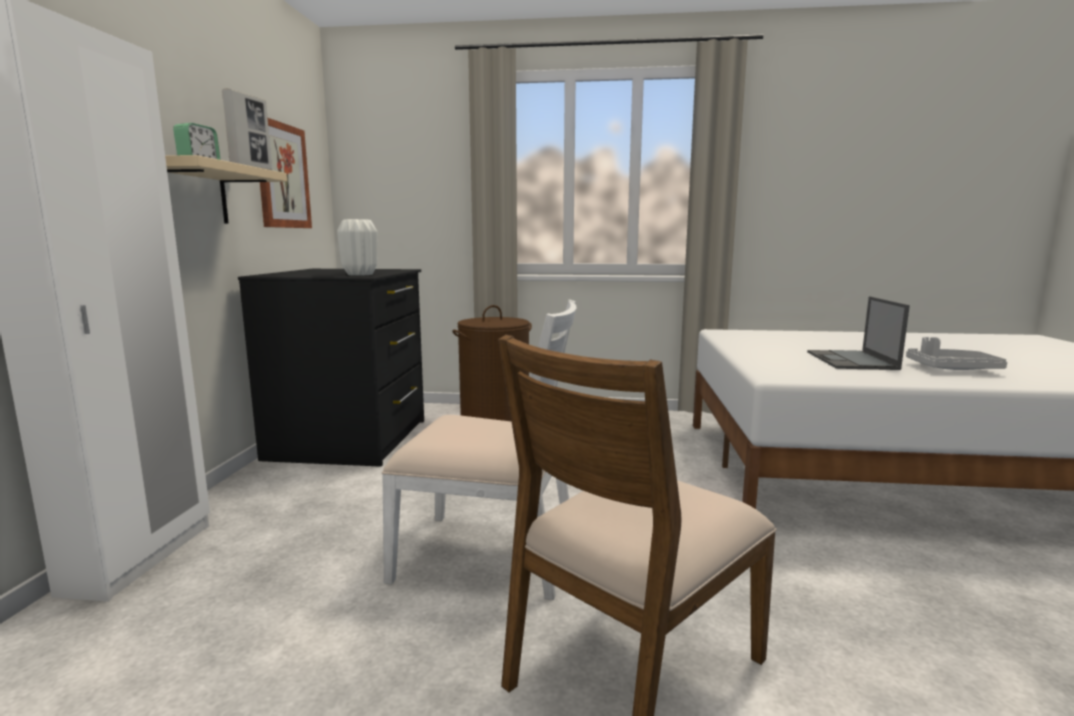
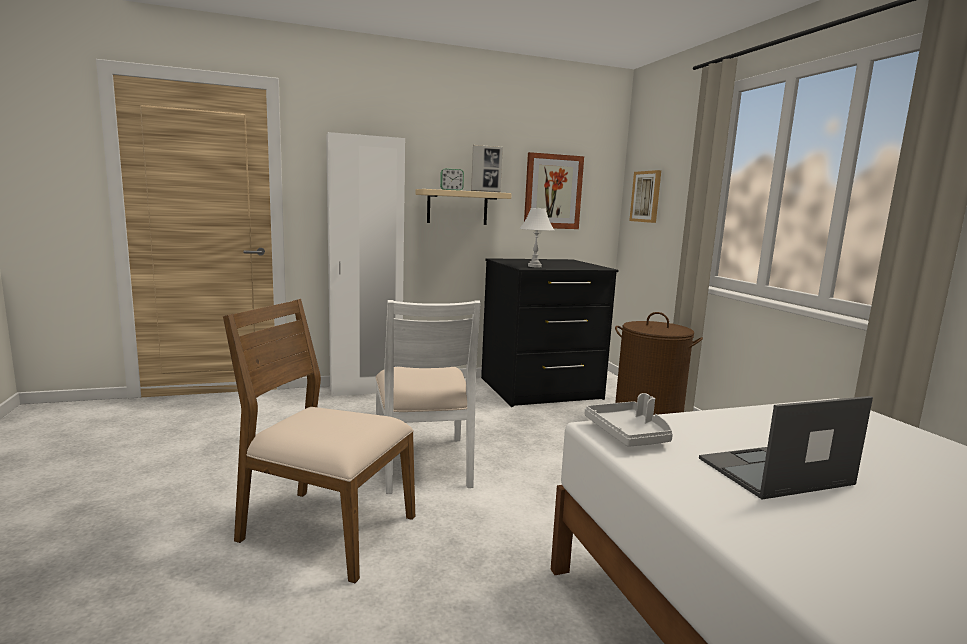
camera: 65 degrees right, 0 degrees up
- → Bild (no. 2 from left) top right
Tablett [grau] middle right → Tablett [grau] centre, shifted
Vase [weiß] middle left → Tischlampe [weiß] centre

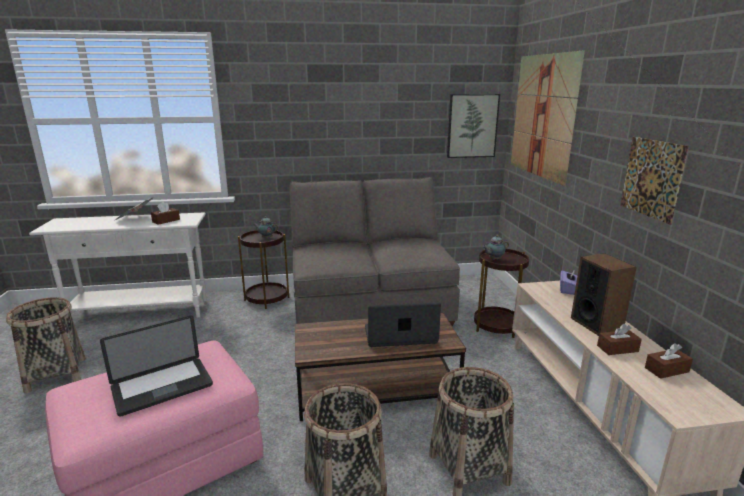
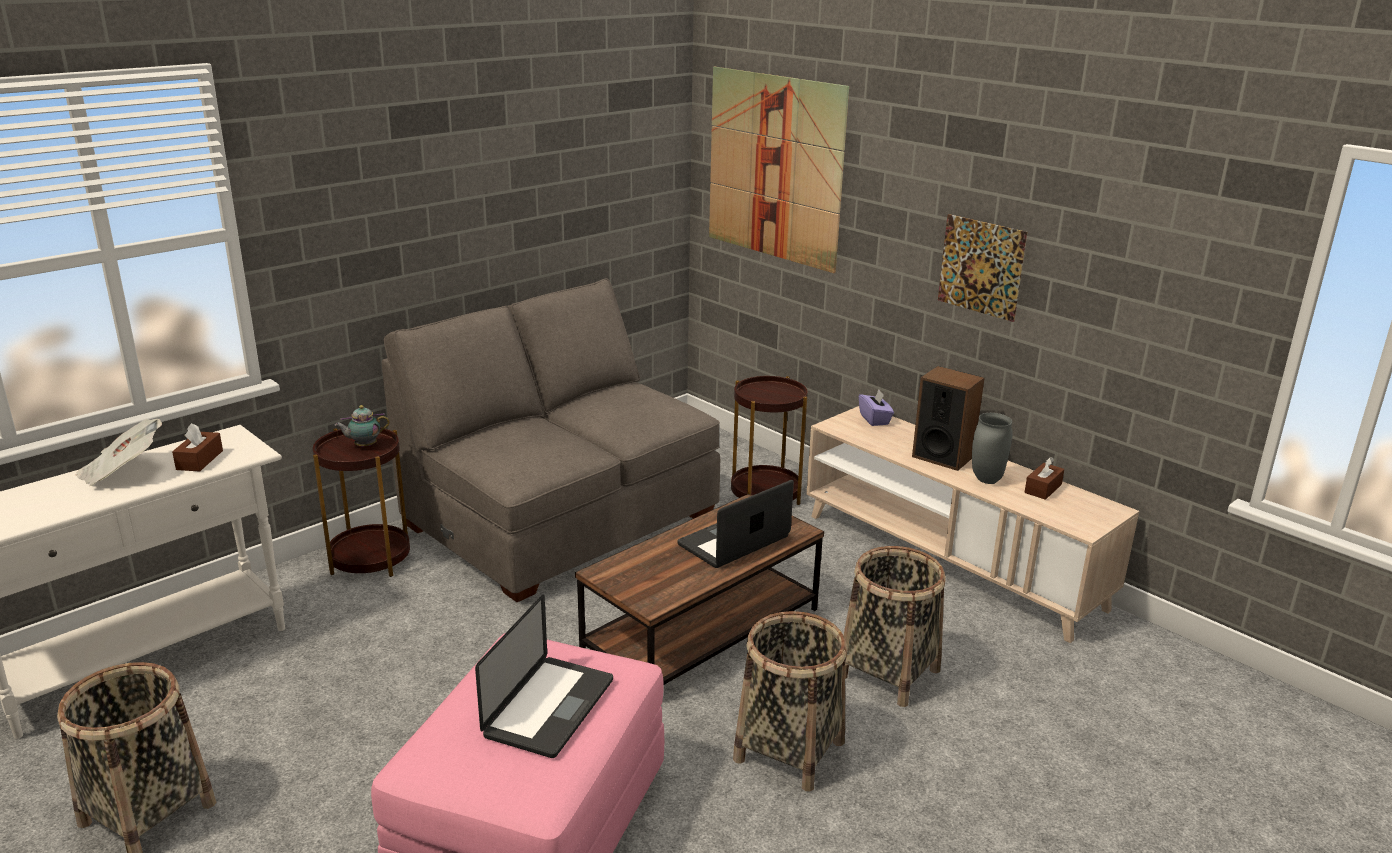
camera: 35 degrees left, 5 degrees up
Bild (no. 1 from left) top centre → -
Teekanne (no. 2 from left) centre → -
Taschentuchbox [braun] (no. 2 from left) bottom right → Vase [grau] middle right

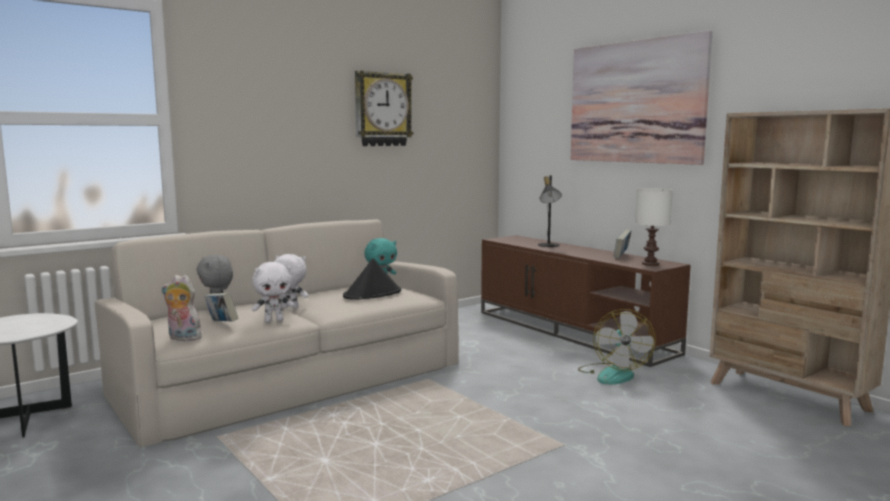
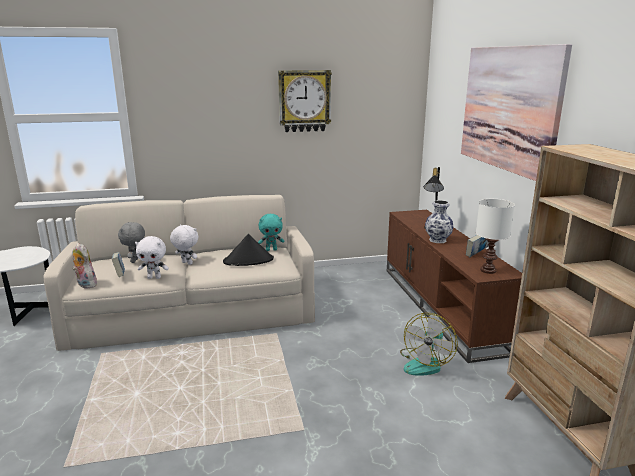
camera: 25 degrees right, 10 degrees up
- → Vase middle right

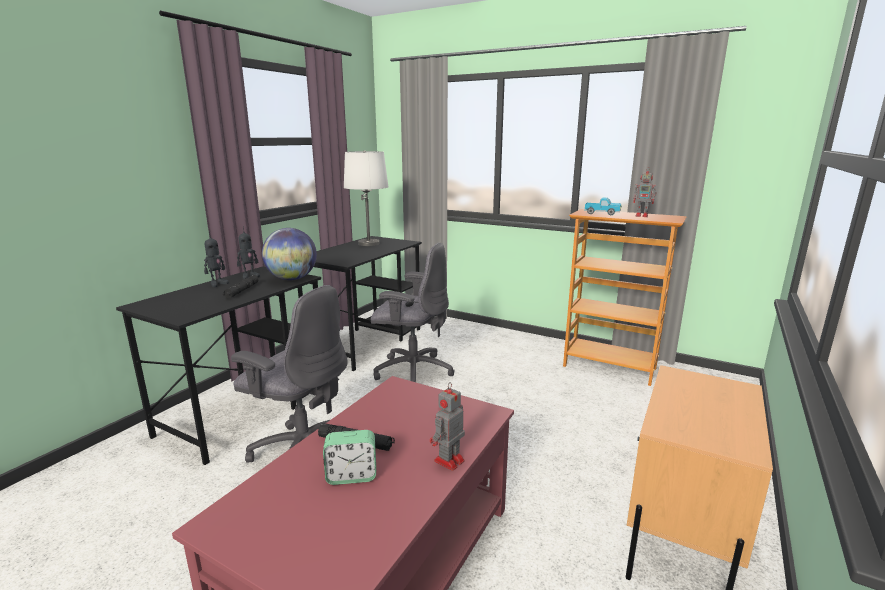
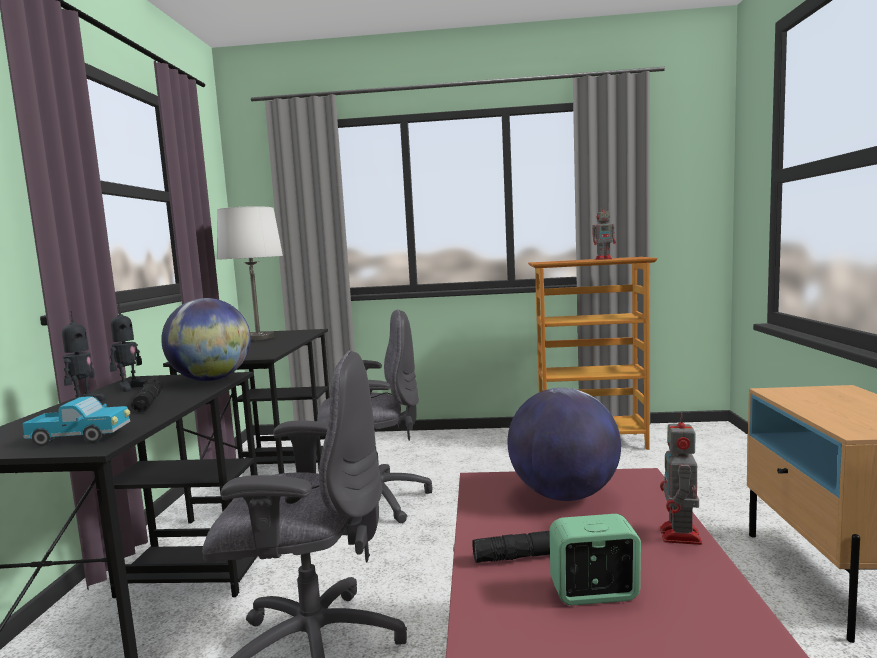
camera: 25 degrees left, 10 degrees down
- → Globus (no. 2 from left) bottom centre
Spielzeuglaster middle right → Spielzeuglaster middle left, shifted
Wecker bottom centre → Wecker bottom right, 150 degrees counterclockwise

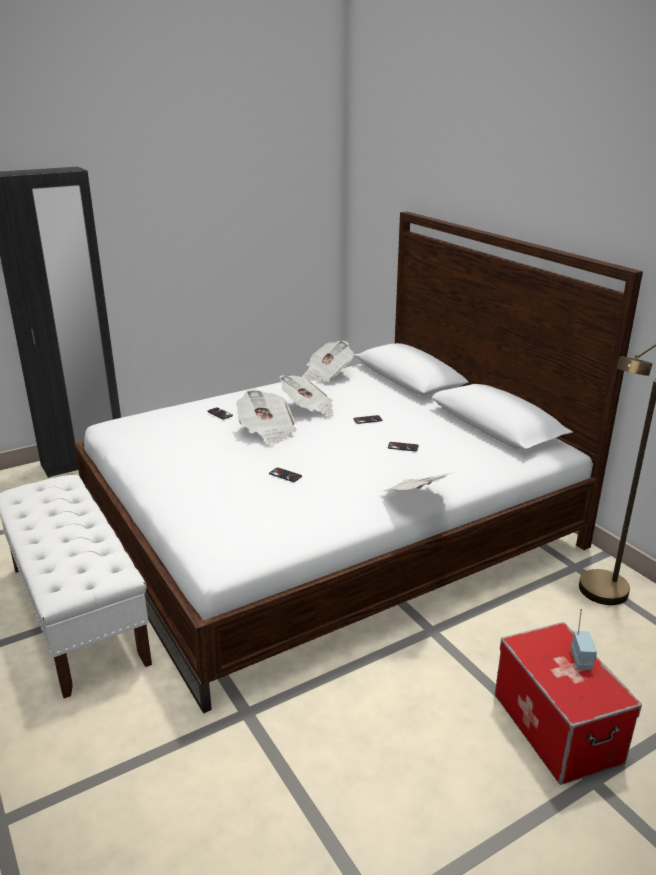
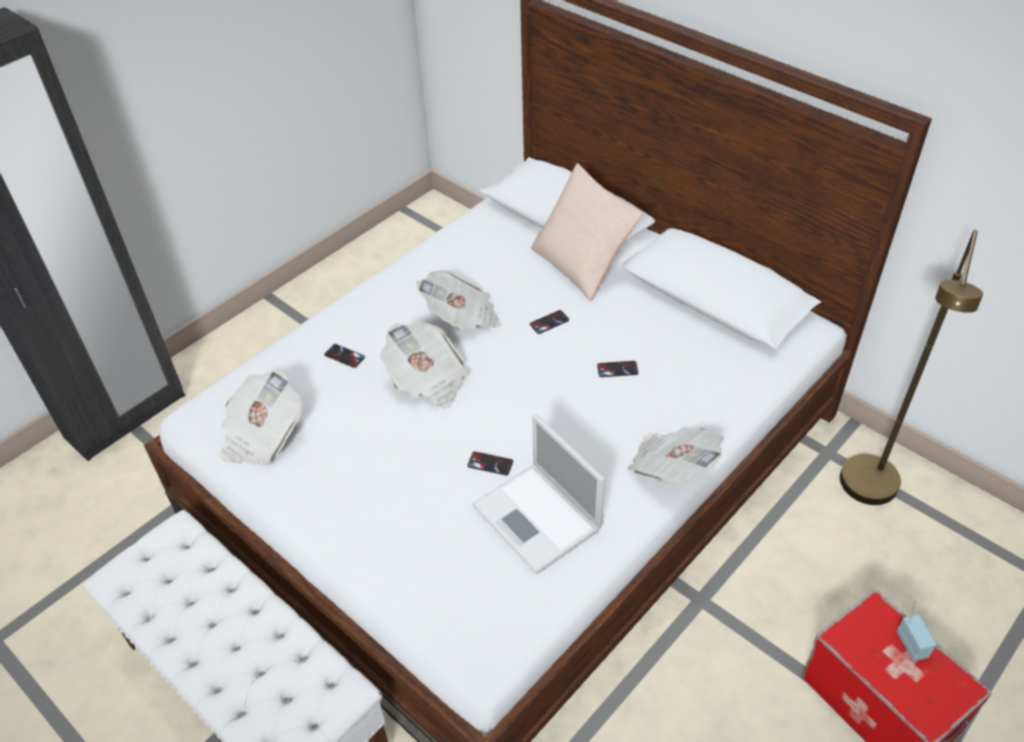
camera: 15 degrees left, 20 degrees up
- → Laptop centre
- → Kissen [beige] top centre
Zeitung (no. 3 from left in the first image) centre → Zeitung (no. 1 from left) middle left, shifted

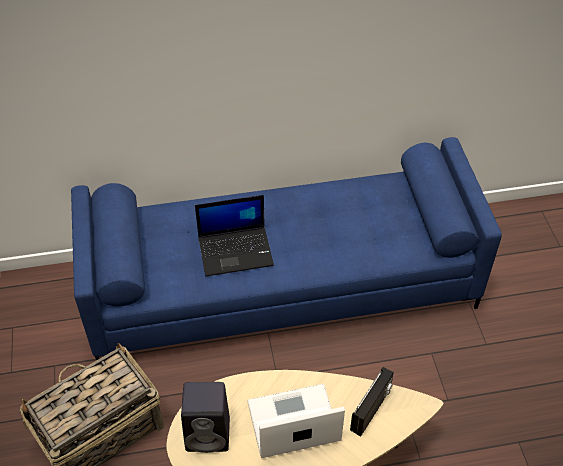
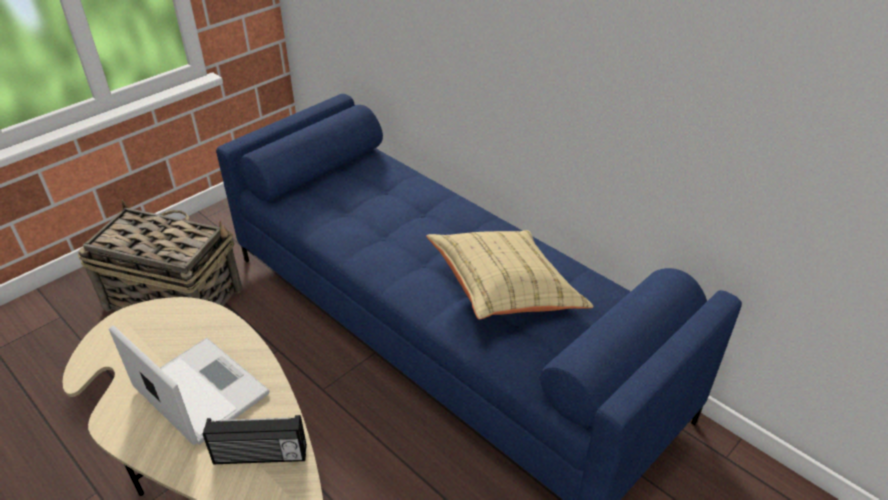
camera: 55 degrees right, 10 degrees down
Lautsprecher [schwarz] bottom centre → -
Laptop (no. 1 from left) centre → -
- → Kissen [beige] centre

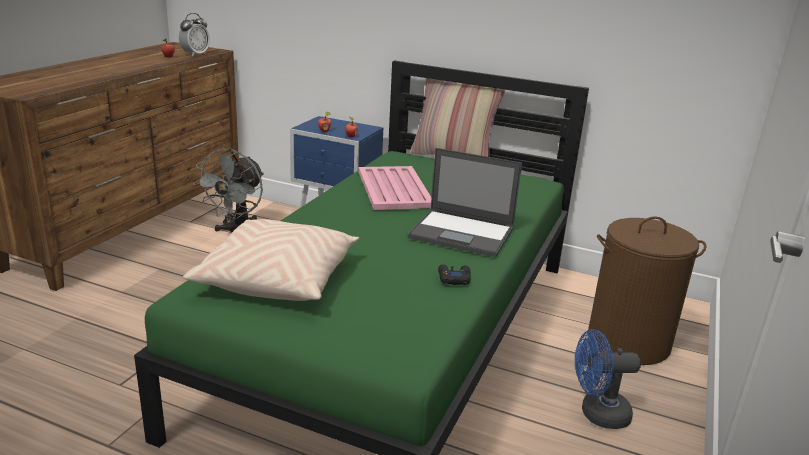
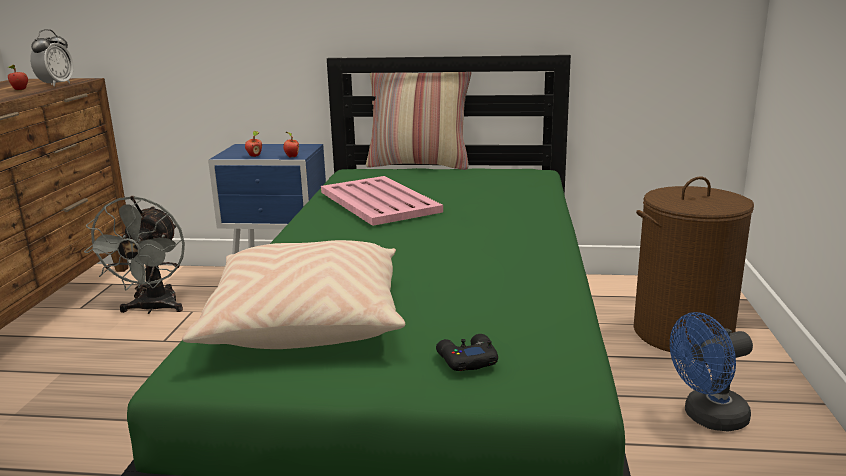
camera: 15 degrees left, 5 degrees down
Laptop centre → -
Gamepad [schwarz] centre → Gamepad [schwarz] bottom centre, shifted

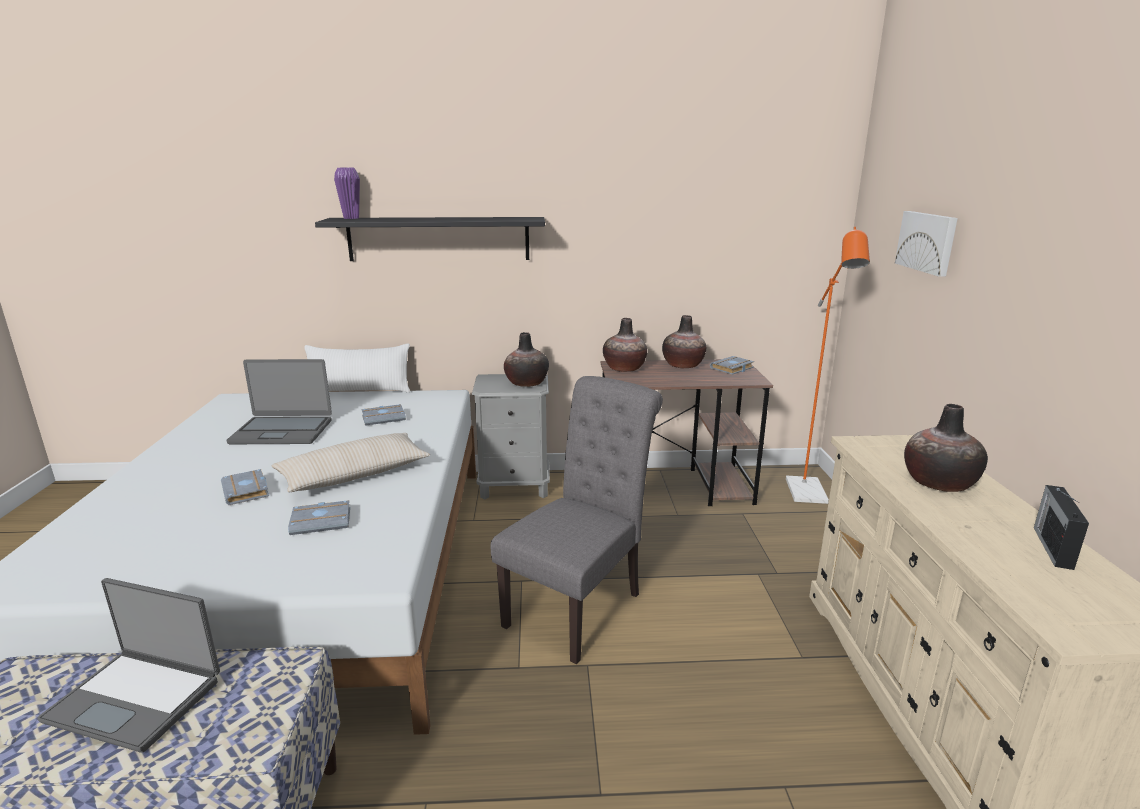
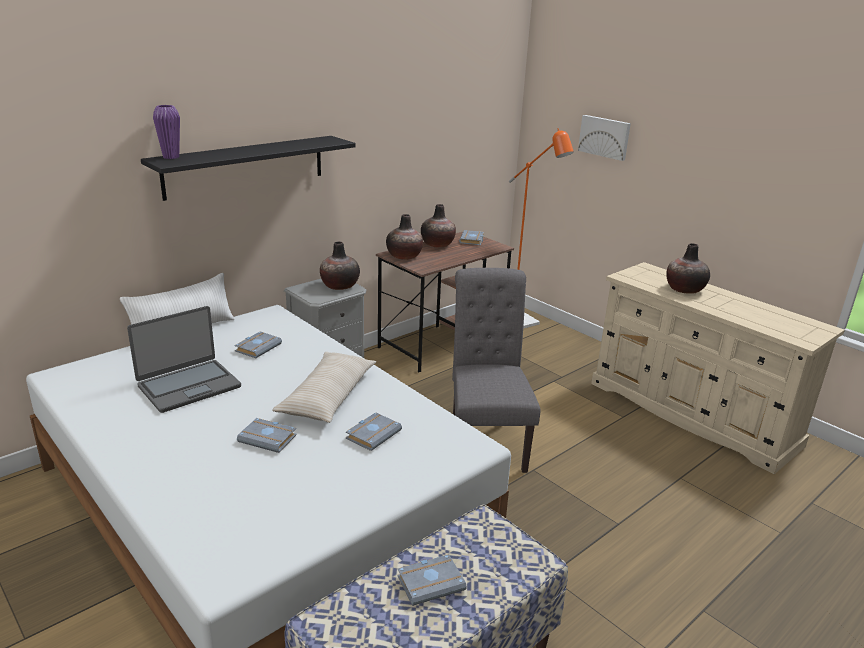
camera: 40 degrees left, 5 degrees up
Radio middle right → -
Laptop (no. 1 from left) bottom left → Buch [grau] (no. 4 from left) bottom centre

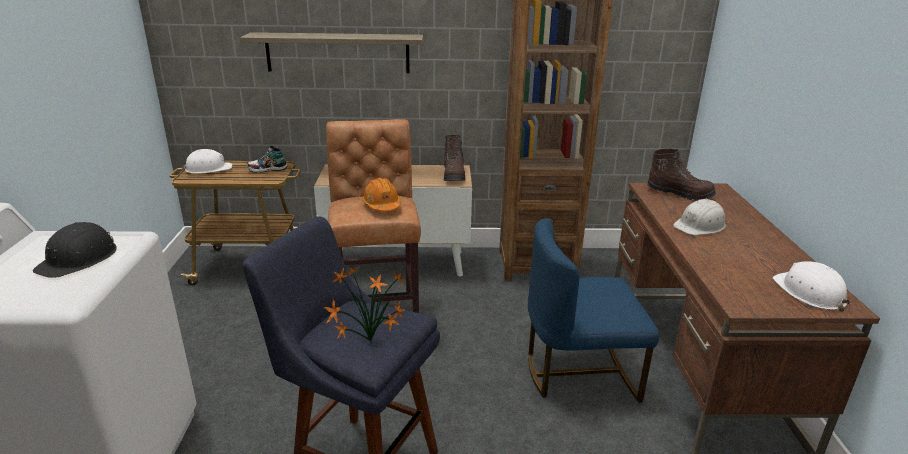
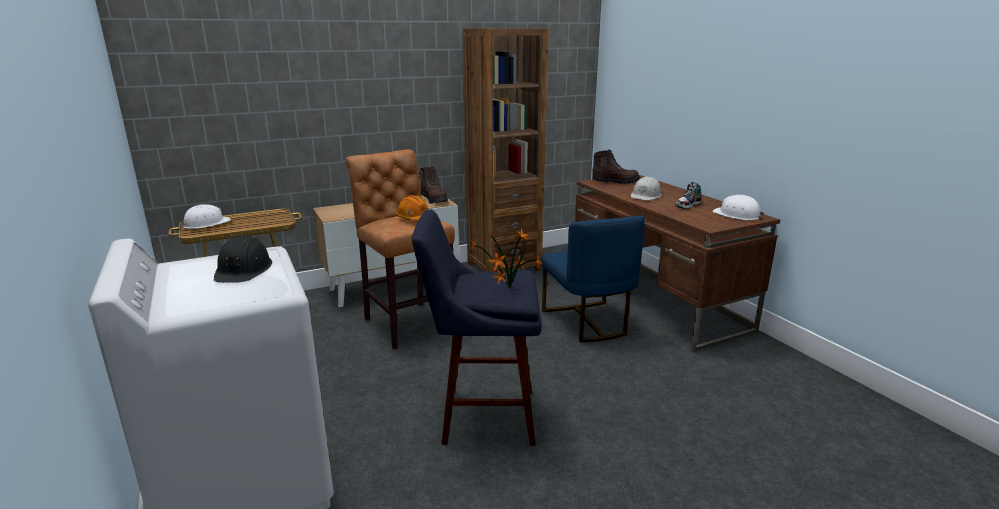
camera: 25 degrees left, 5 degrees down
Wandregal top centre → -
Schuh middle left → Schuh middle right, shifted
Stuhl [blau] bottom centre → Stuhl [blau] centre, 75 degrees counterclockwise

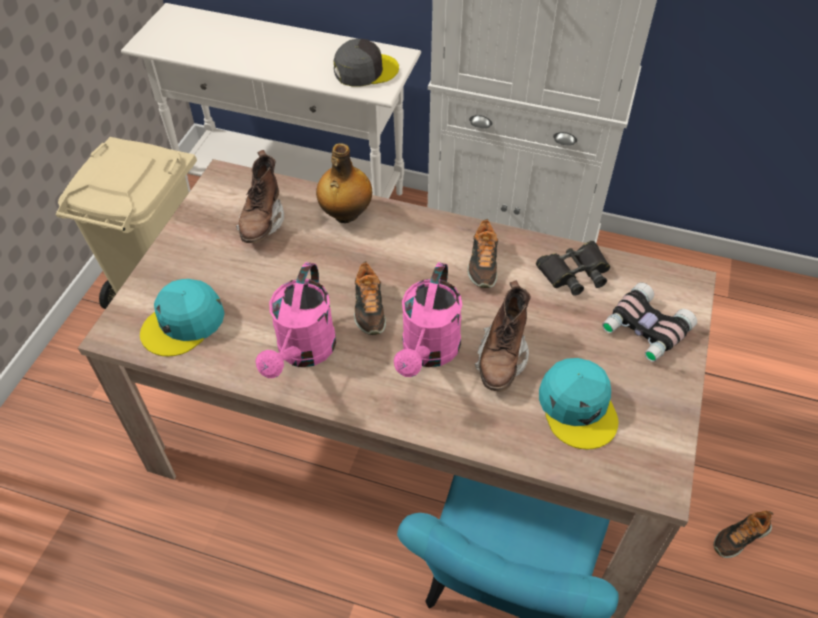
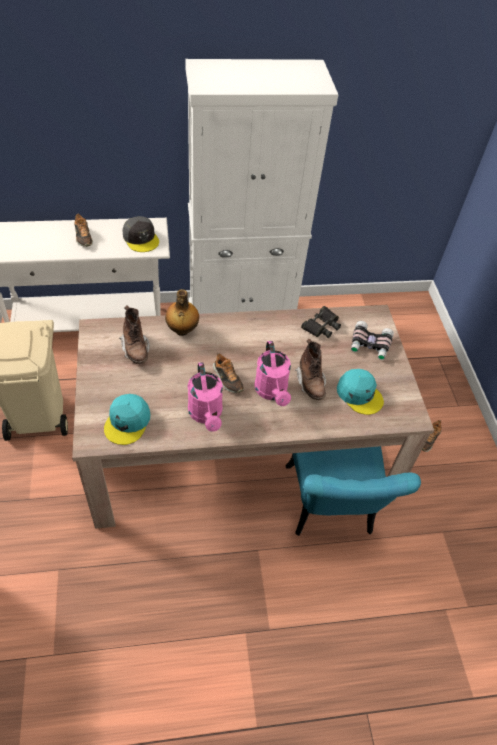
camera: 30 degrees left, 0 degrees up
Schuh (no. 2 from left in the first image) centre → Schuh (no. 1 from left) top left, shifted
Kappe [grau] top centre → Kappe [grau] top left, 105 degrees clockwise

